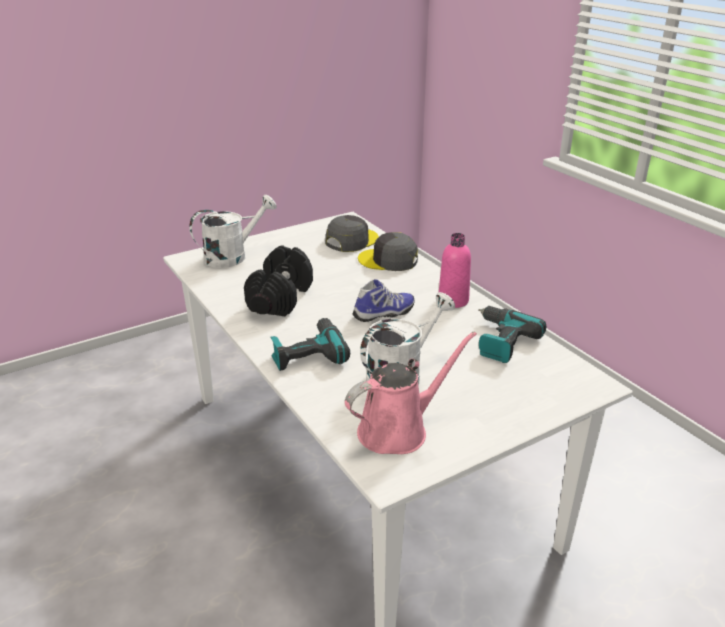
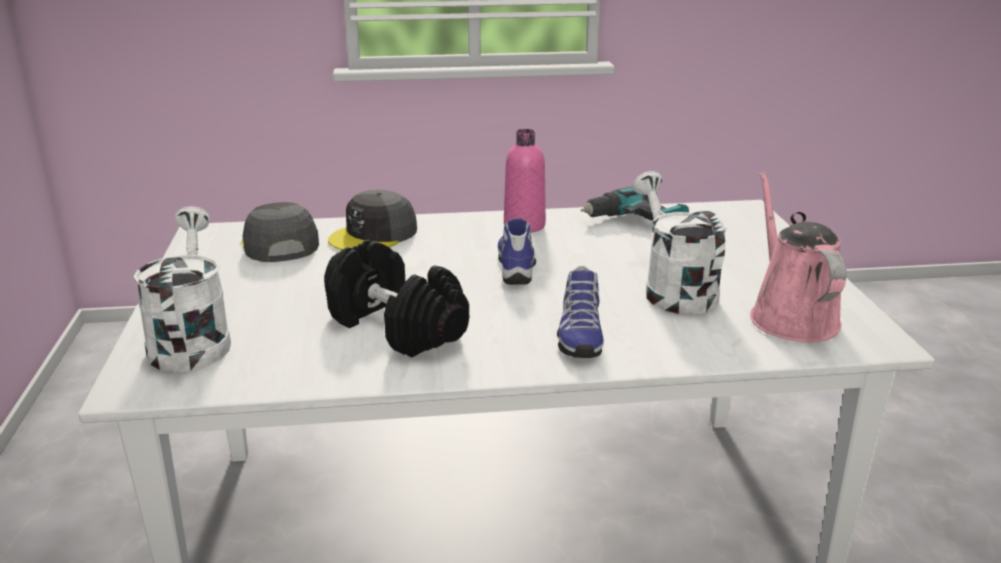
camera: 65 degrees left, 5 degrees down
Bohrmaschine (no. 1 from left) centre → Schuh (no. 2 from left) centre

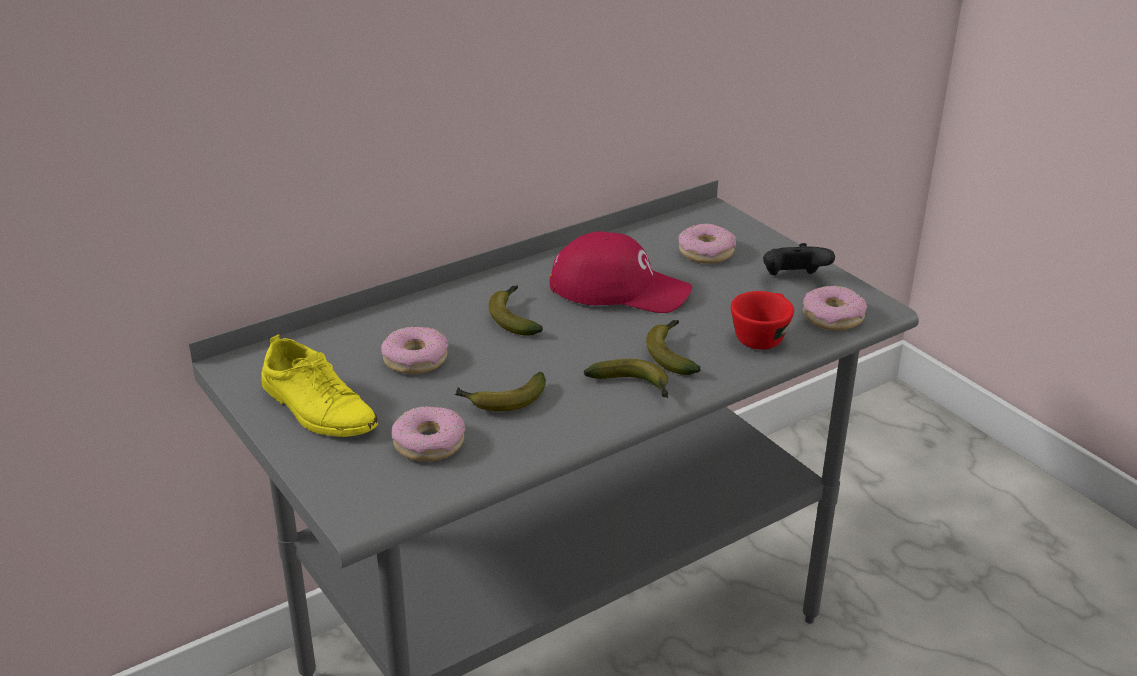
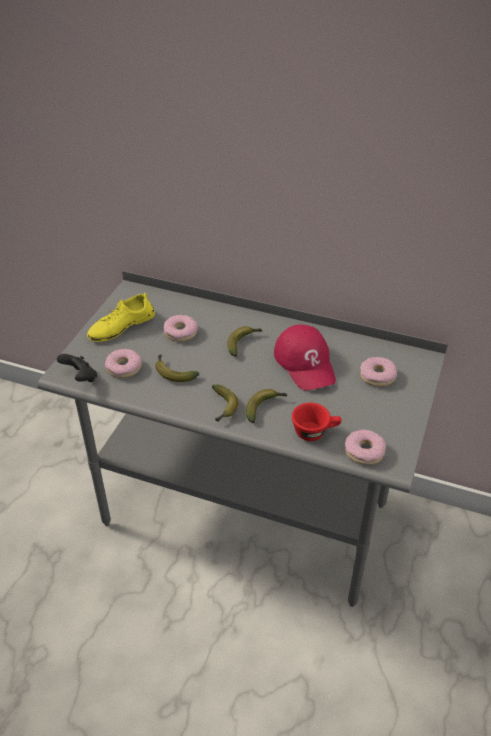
camera: 55 degrees right, 10 degrees up
Gamepad [schwarz] middle right → Gamepad [schwarz] middle left, shifted
Schuh [gelb] middle left, 45 degrees clockwise

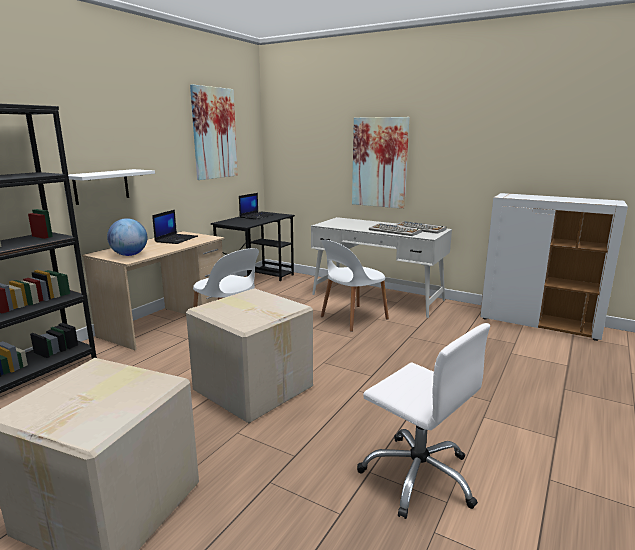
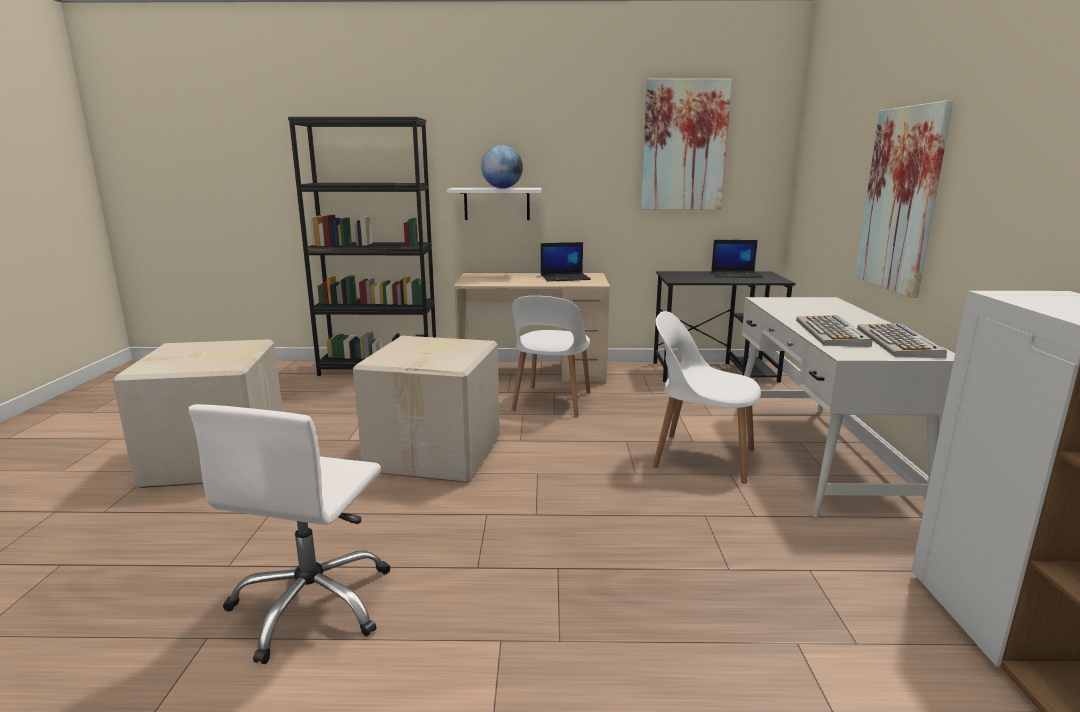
camera: 60 degrees right, 0 degrees up
Globus middle left → Globus top centre, shifted

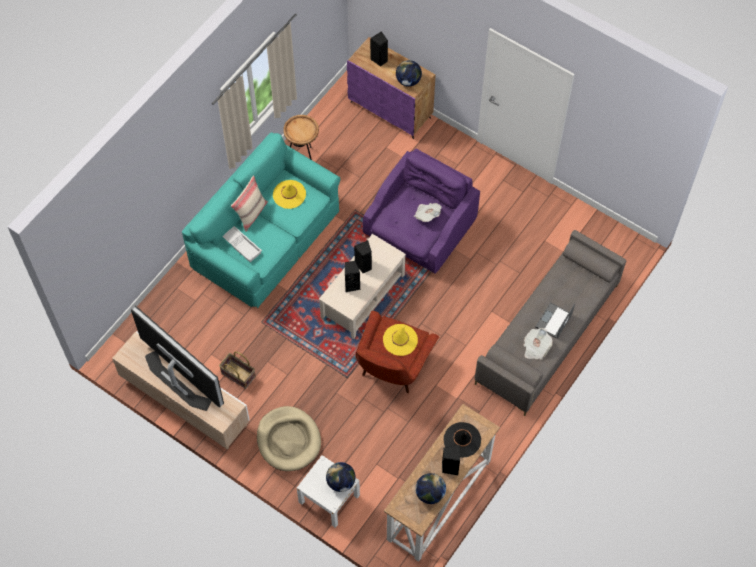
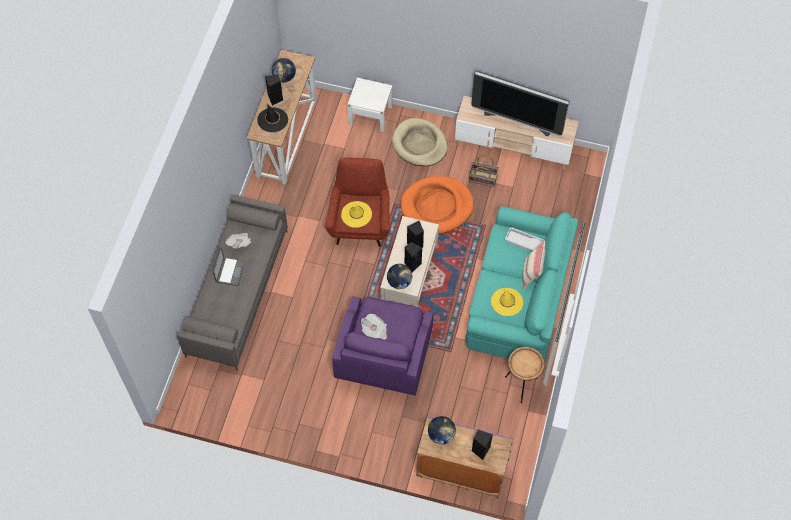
camera: 160 degrees right, 0 degrees up
- → Hundebett [orange] centre
Globus (no. 1 from left in the first image) bottom centre → Globus (no. 2 from left) centre, shifted

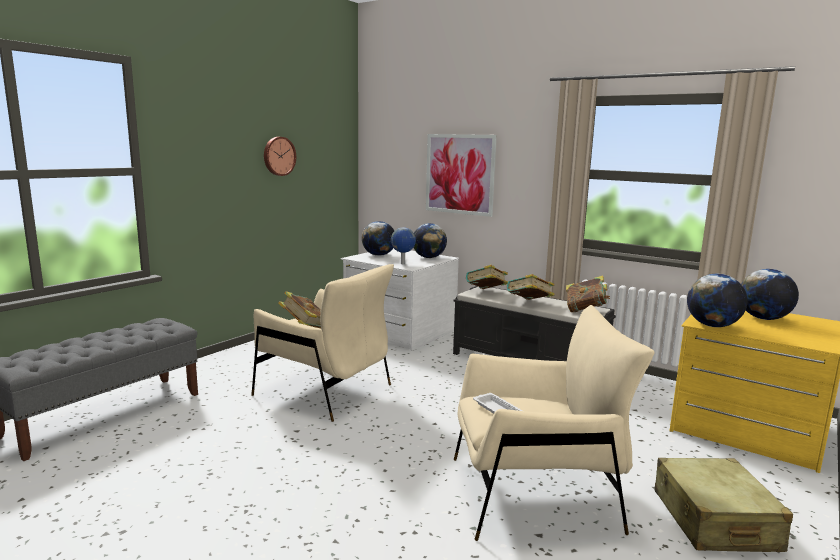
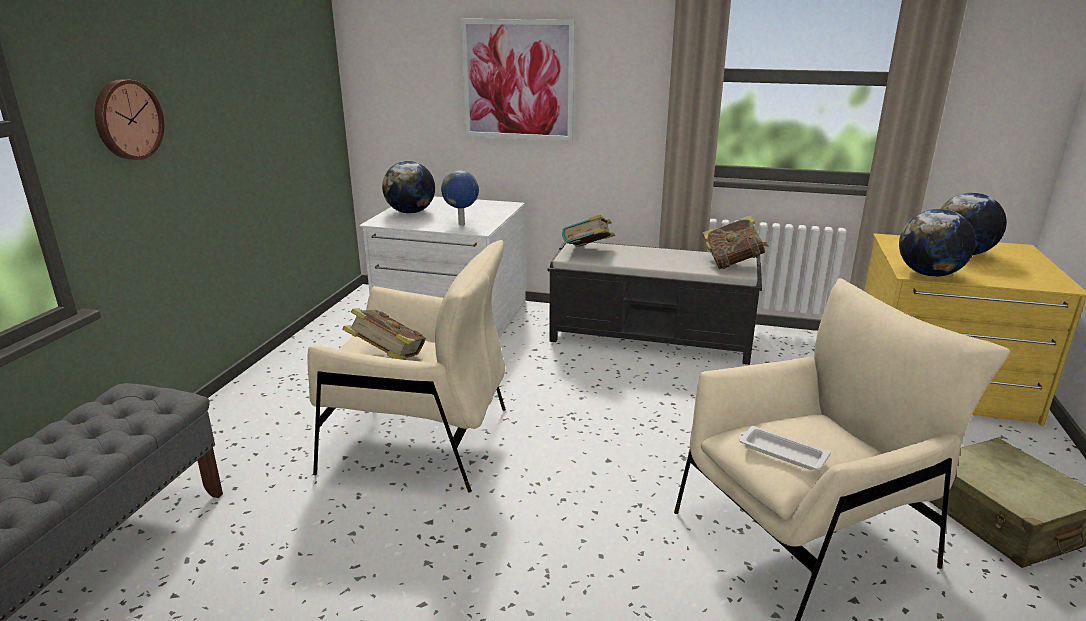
camera: 20 degrees left, 10 degrees up
Globus (no. 3 from left) centre → -
Buch (no. 3 from left) centre → -
Wanduhr top centre → Wanduhr top left, shifted

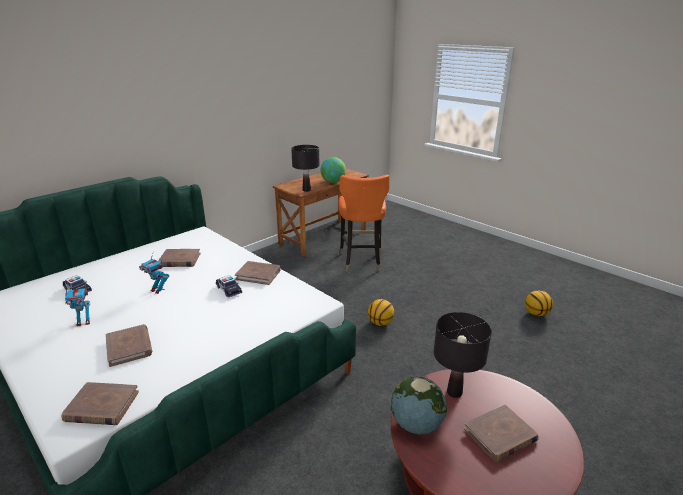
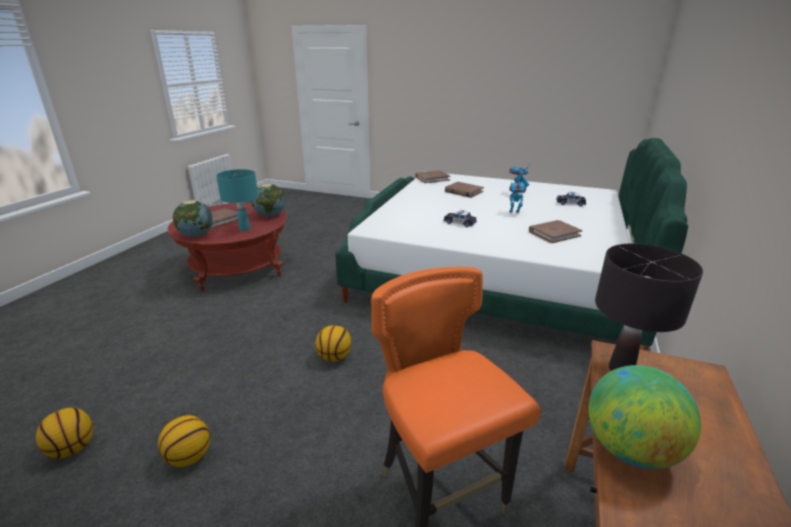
camera: 155 degrees right, 0 degrees up
Buch [braun] (no. 4 from left) centre → -
- → Basketball (no. 2 from left) bottom left
- → Globus (no. 1 from left) middle left
Tischlampe [schwarz] (no. 2 from left) bottom right → Tischlampe [türkis] middle left

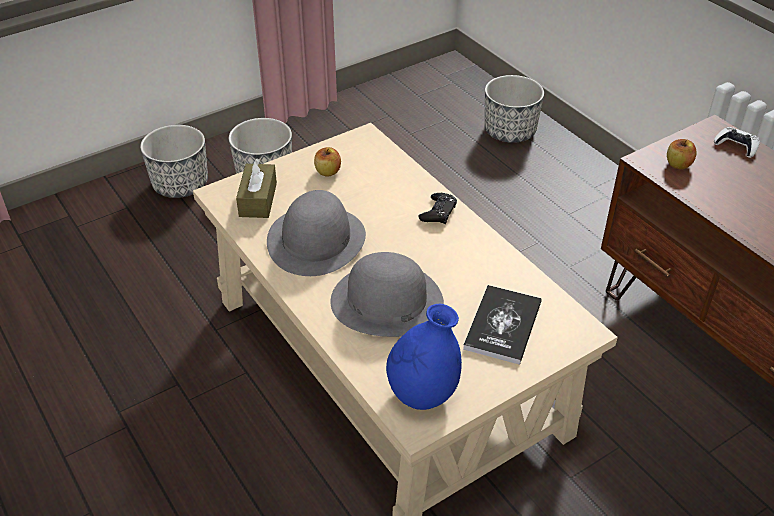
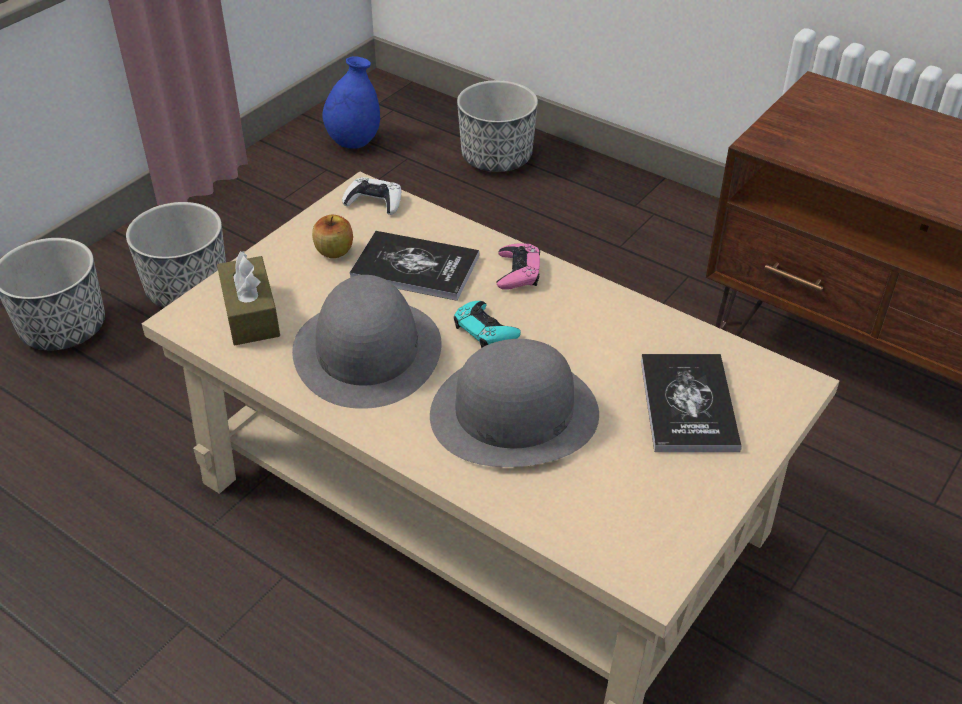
camera: 20 degrees left, 0 degrees up
Apfel (no. 2 from left) top right → -
- → Buch (no. 1 from left) centre
- → Gamepad [türkis] centre
Vase [blau] bottom centre → Vase [blau] top centre, shifted
Gamepad [weiß] top right → Gamepad [weiß] top centre, shifted
Gamepad [schwarz] centre → Gamepad [rosa] centre

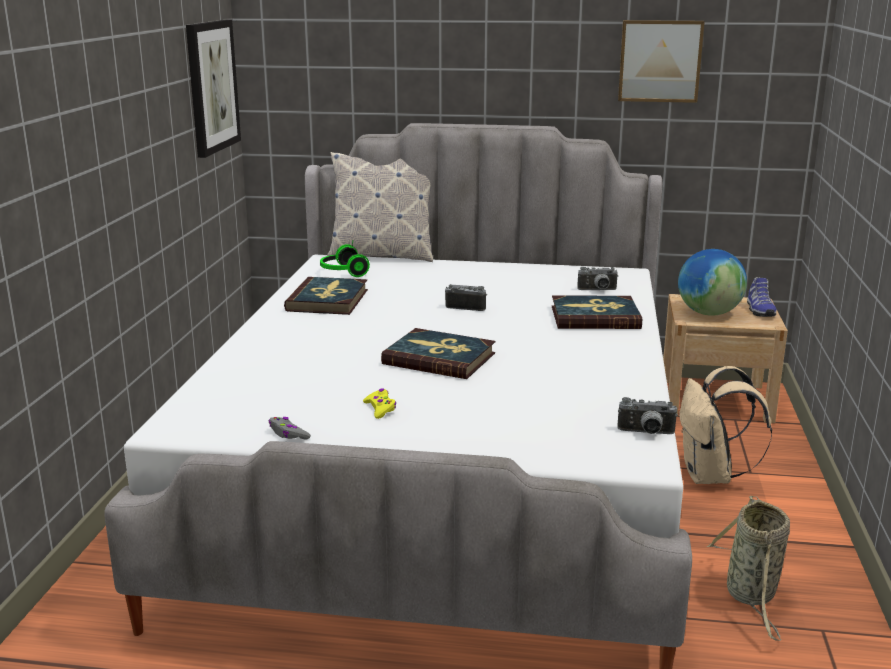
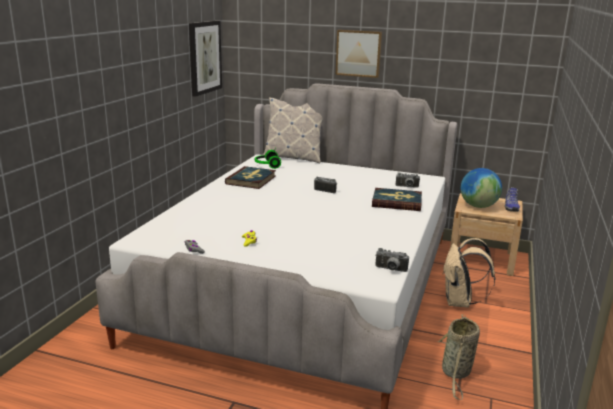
camera: 10 degrees right, 0 degrees up
Buch (no. 2 from left) centre → -
Bild (no. 2 from left) top right → Bild (no. 2 from left) top centre, shifted

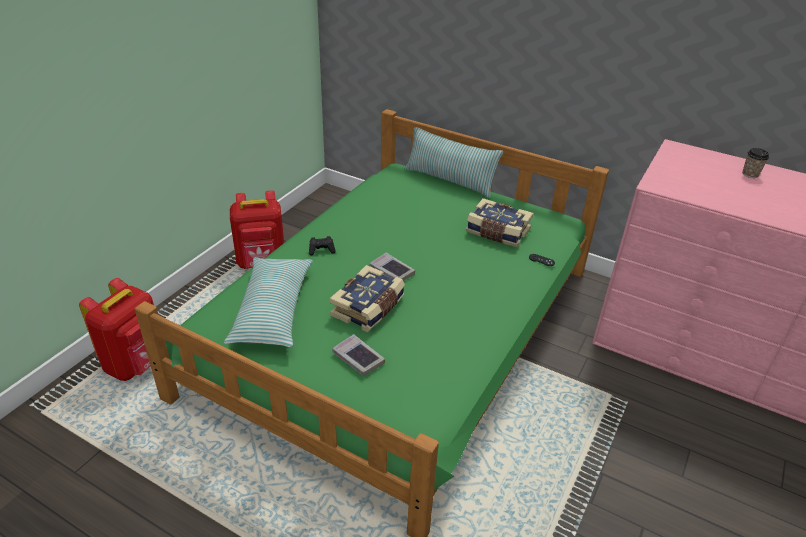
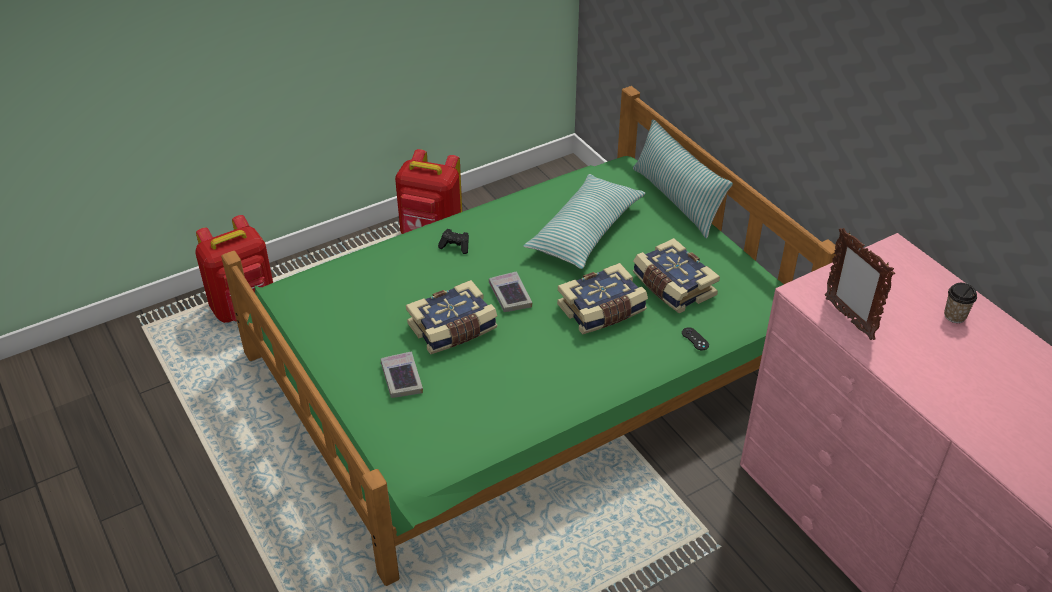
camera: 30 degrees right, 5 degrees up
- → Buch (no. 4 from left) centre
- → Bilderrahmen middle right
Kissen (no. 1 from left) middle left → Kissen (no. 1 from left) centre, shifted

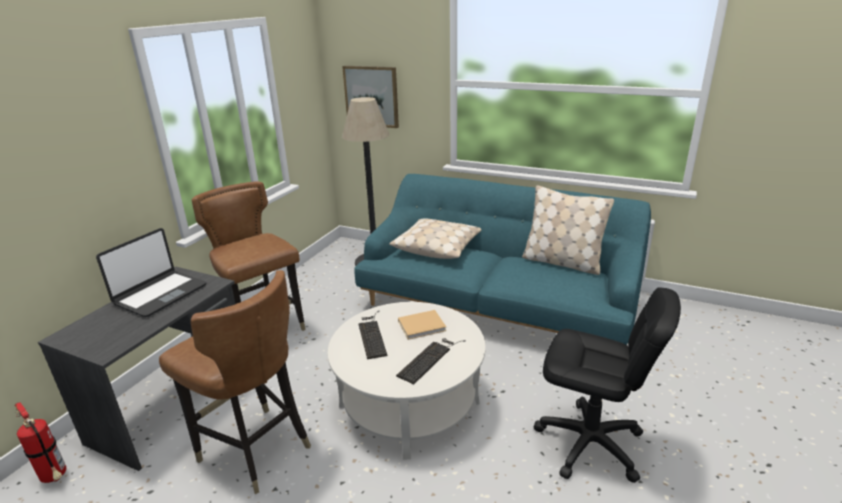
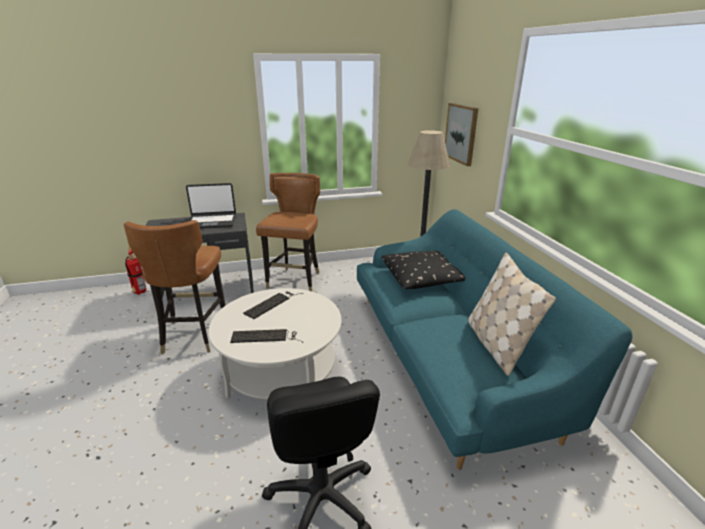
camera: 50 degrees right, 0 degrees up
Buch [beige] centre → -
Kissen [beige] (no. 1 from left) centre → Kissen [schwarz] centre

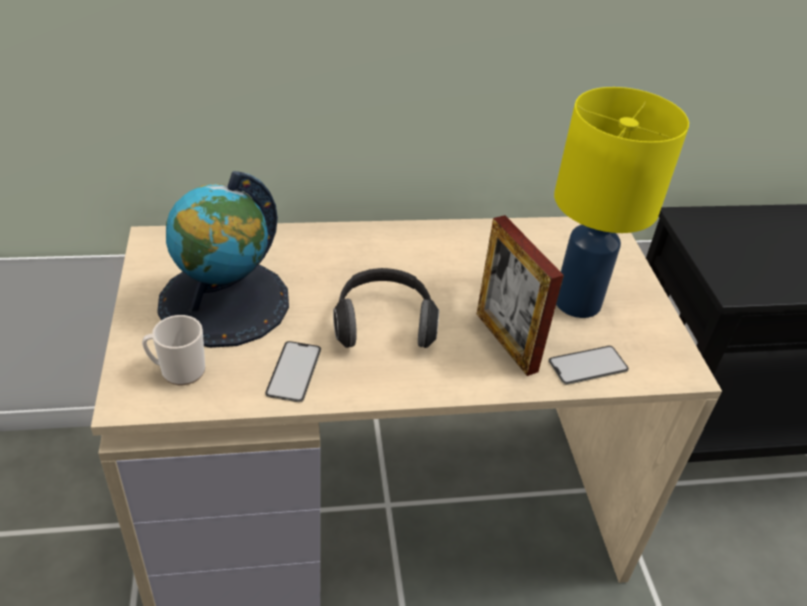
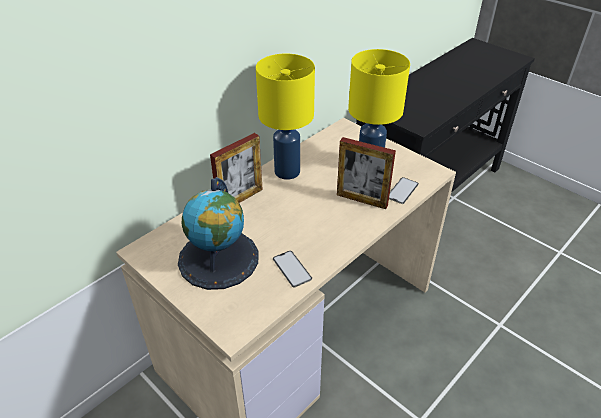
camera: 35 degrees left, 0 degrees up
Henkelbecher middle left → -
Kopfhörer centre → -
- → Bilderrahmen (no. 1 from left) centre
- → Tischlampe [gelb] (no. 1 from left) top centre

